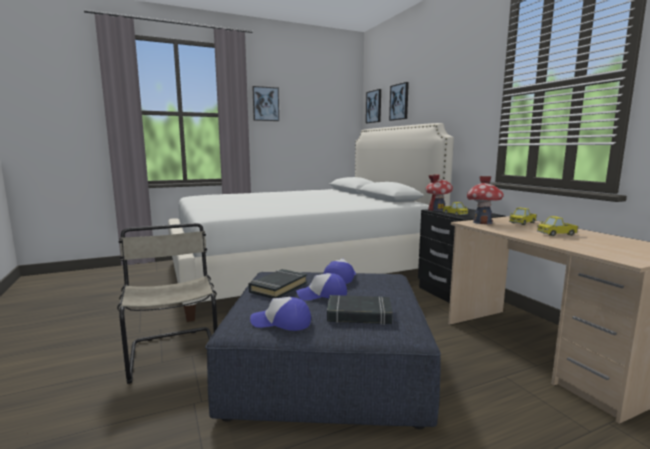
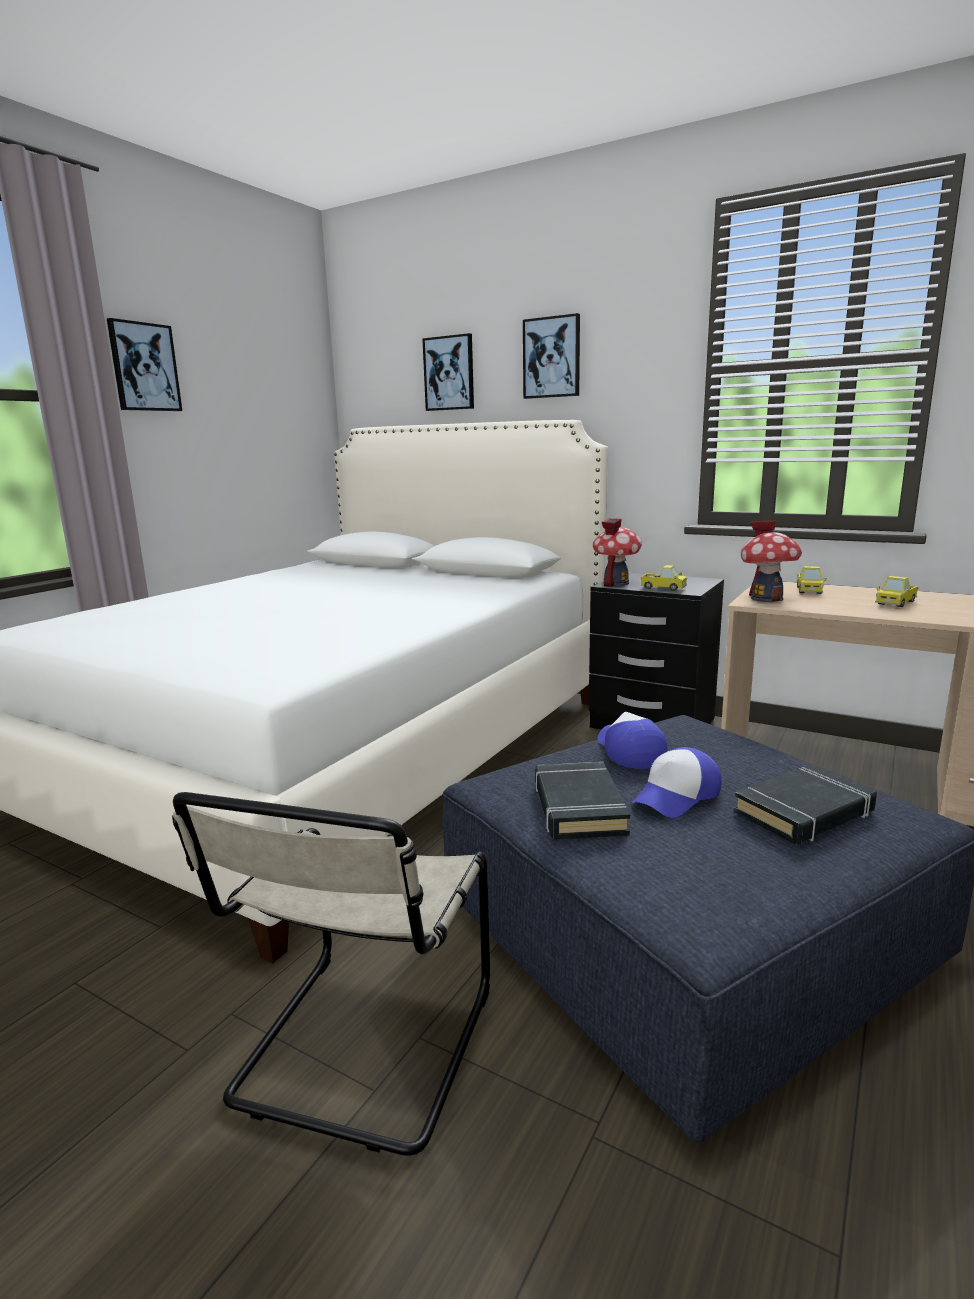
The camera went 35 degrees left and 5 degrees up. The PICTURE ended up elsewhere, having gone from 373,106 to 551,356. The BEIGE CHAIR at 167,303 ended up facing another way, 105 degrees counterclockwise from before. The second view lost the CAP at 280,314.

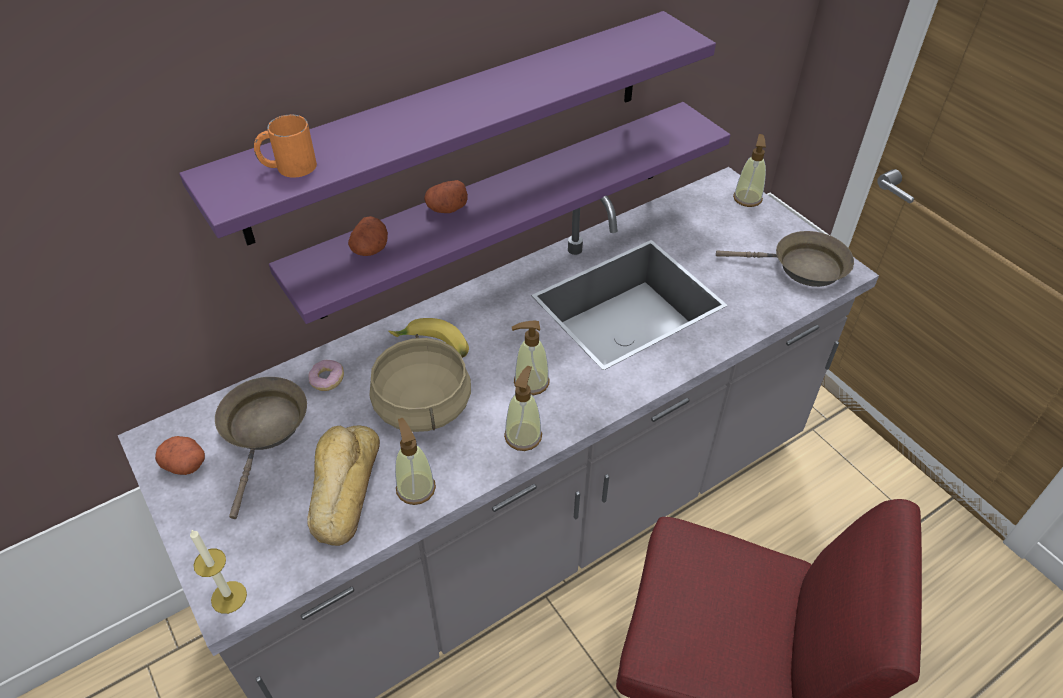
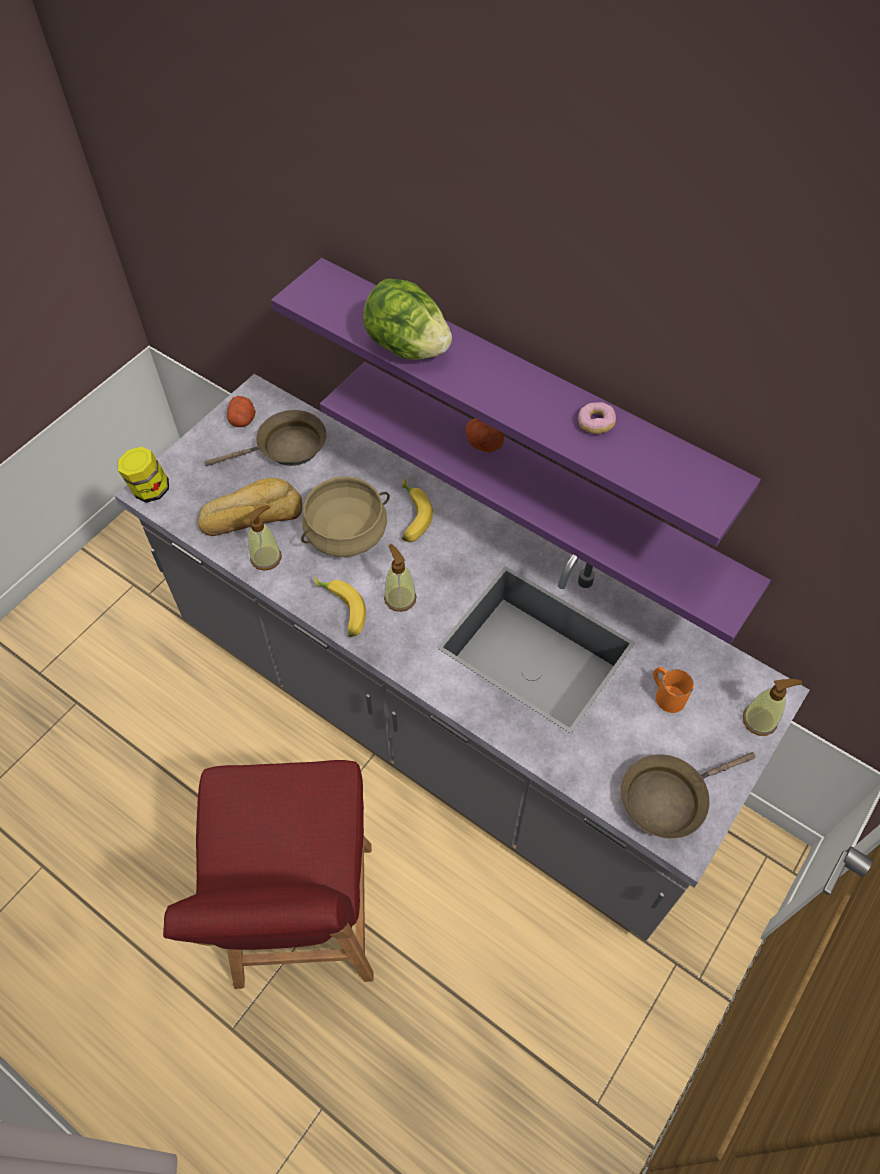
The camera went 70 degrees right and 10 degrees up. The ORANGE MUG ended up elsewhere, having gone from 285,146 to 673,690. The second view lost the POTATO at 368,236. The BROWN FRYING PAN at 785,259 ended up facing another way, 75 degrees clockwise from before. The DONUT ended up elsewhere, having gone from 326,375 to 597,418. Where the SOAP DISPENSER stood at 523,408, the BANANA came to stand at 340,606. Where the CANDLE stood at 218,571, the JAR came to stand at 143,474. The second view gained the LETTUCE at 407,319.

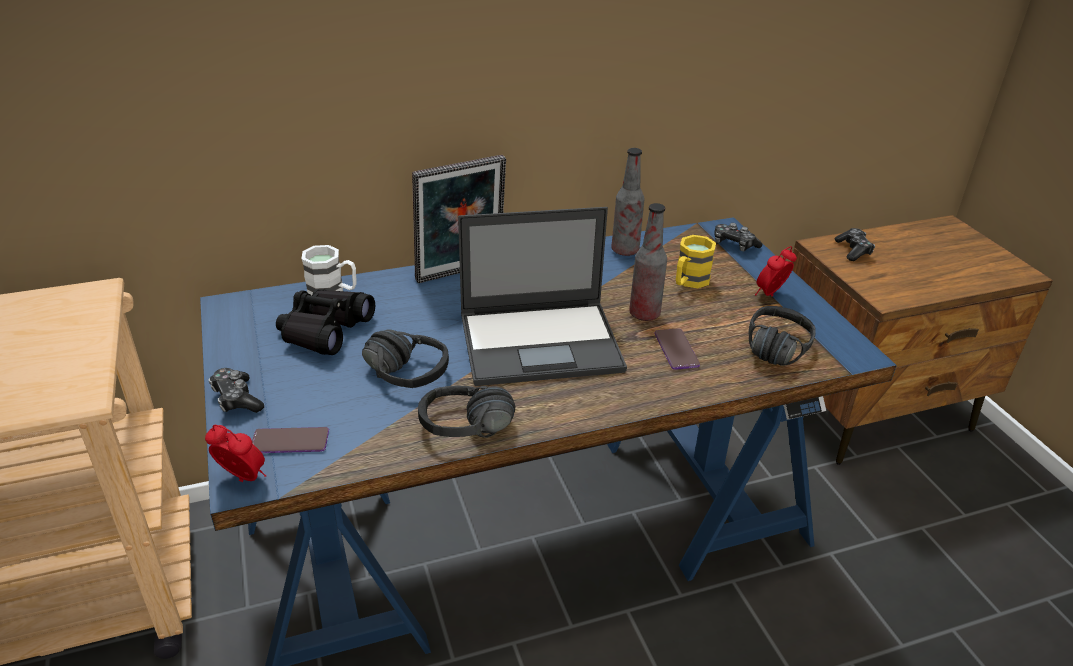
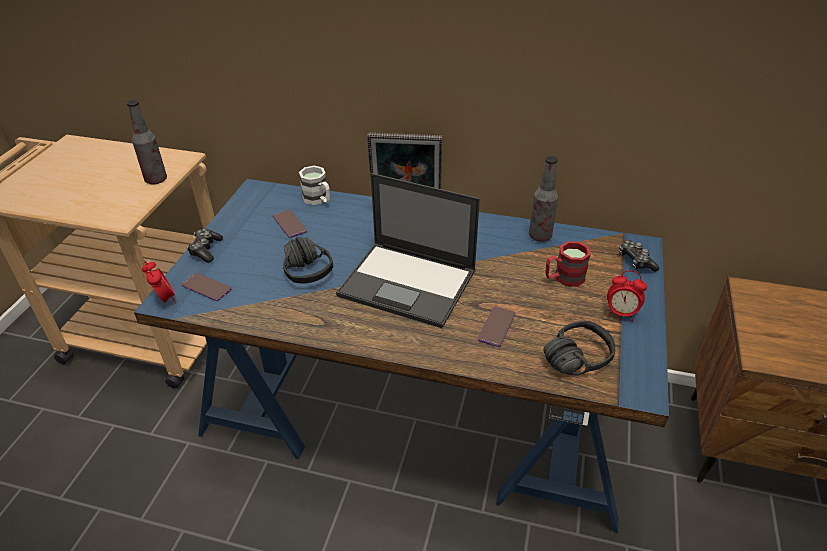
The camera went 35 degrees right and 5 degrees up. The BOTTLE ended up elsewhere, having gone from 648,262 to 147,142. The second view lost the GAME CONTROLLER at 854,244. What was the YELLOW MUG at 695,261 turned into the RED MUG at 568,264. The ALARM CLOCK at 776,271 ended up facing another way, 150 degrees counterclockwise from before. Where the BLACK BINOCULARS stood at 325,322, the PHONE came to stand at 290,224. The second view lost the BLACK HEADPHONES at 467,412.

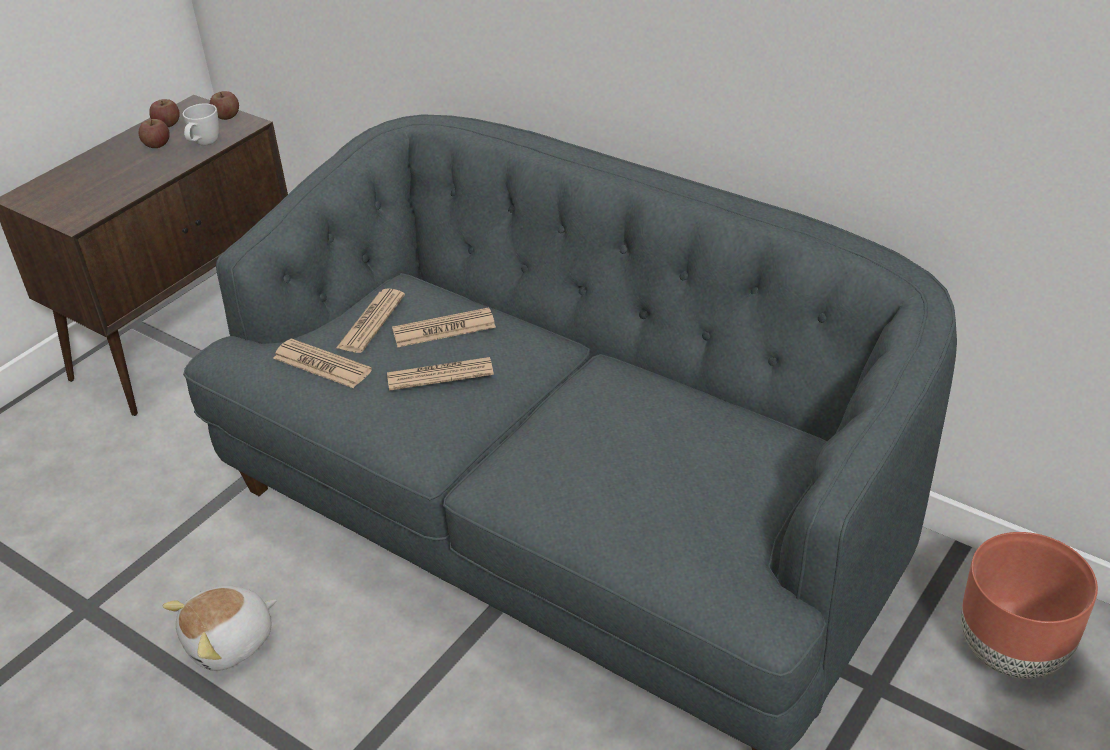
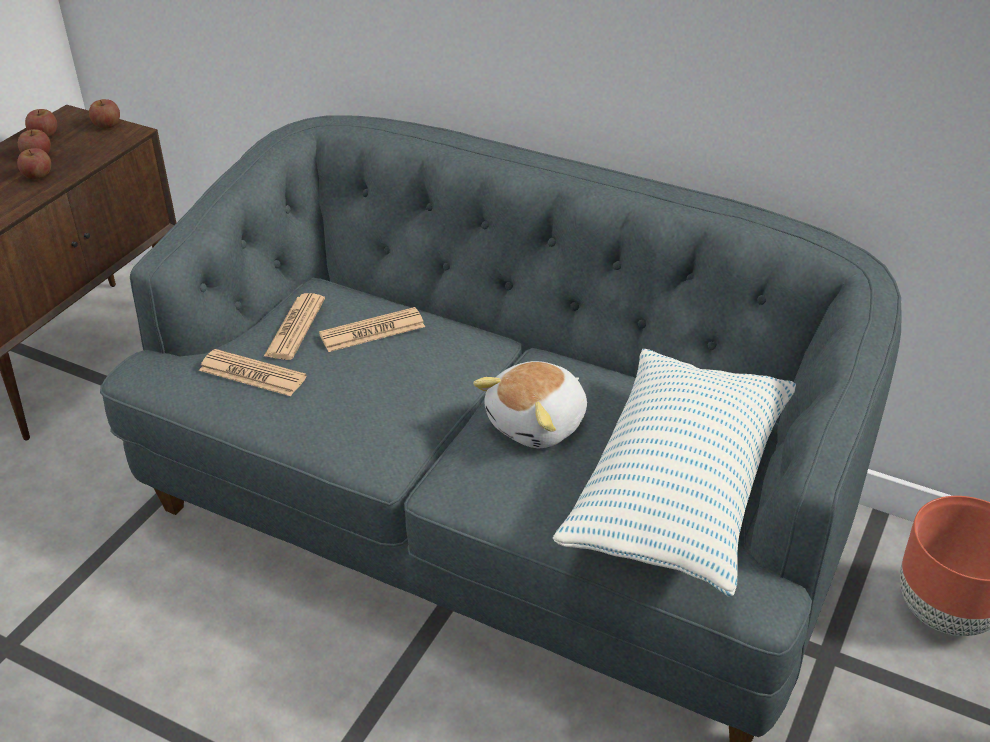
The camera went 10 degrees left and 0 degrees up. The second view lost the WHITE MUG at 201,125. The second view lost the NEWSPAPER at 440,374. The PLUSH TOY ended up elsewhere, having gone from 220,628 to 530,404. The second view gained the APPLE at 34,164. The second view gained the PILLOW at 674,472.

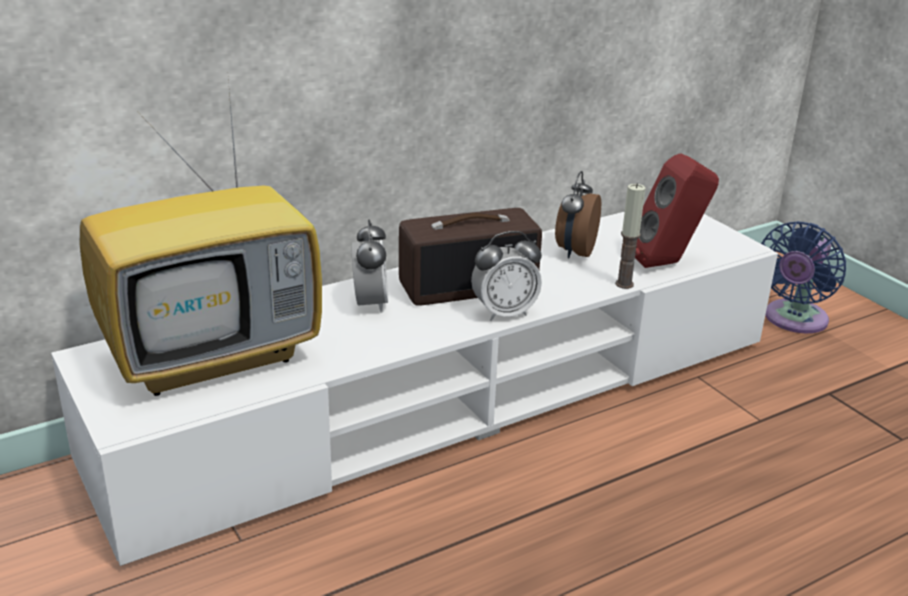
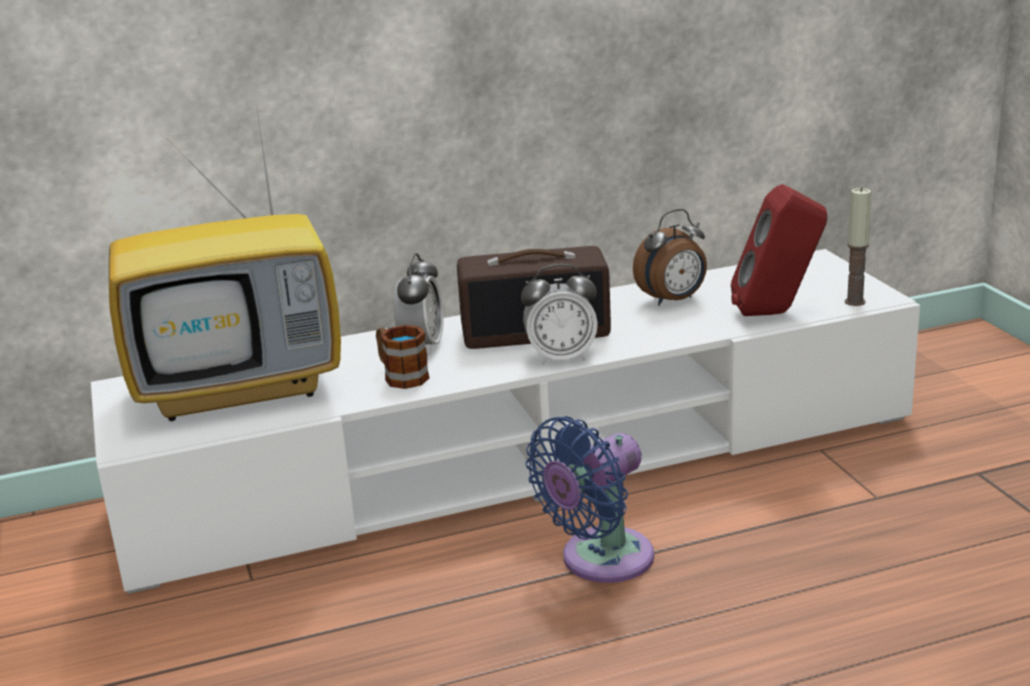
The camera went 15 degrees right and 5 degrees down. The ALARM CLOCK at 578,214 ended up facing another way, 150 degrees counterclockwise from before. The CANDLE ended up elsewhere, having gone from 630,236 to 858,246. The BLUE FAN ended up elsewhere, having gone from 803,277 to 590,499. The second view gained the MUG at 402,357.

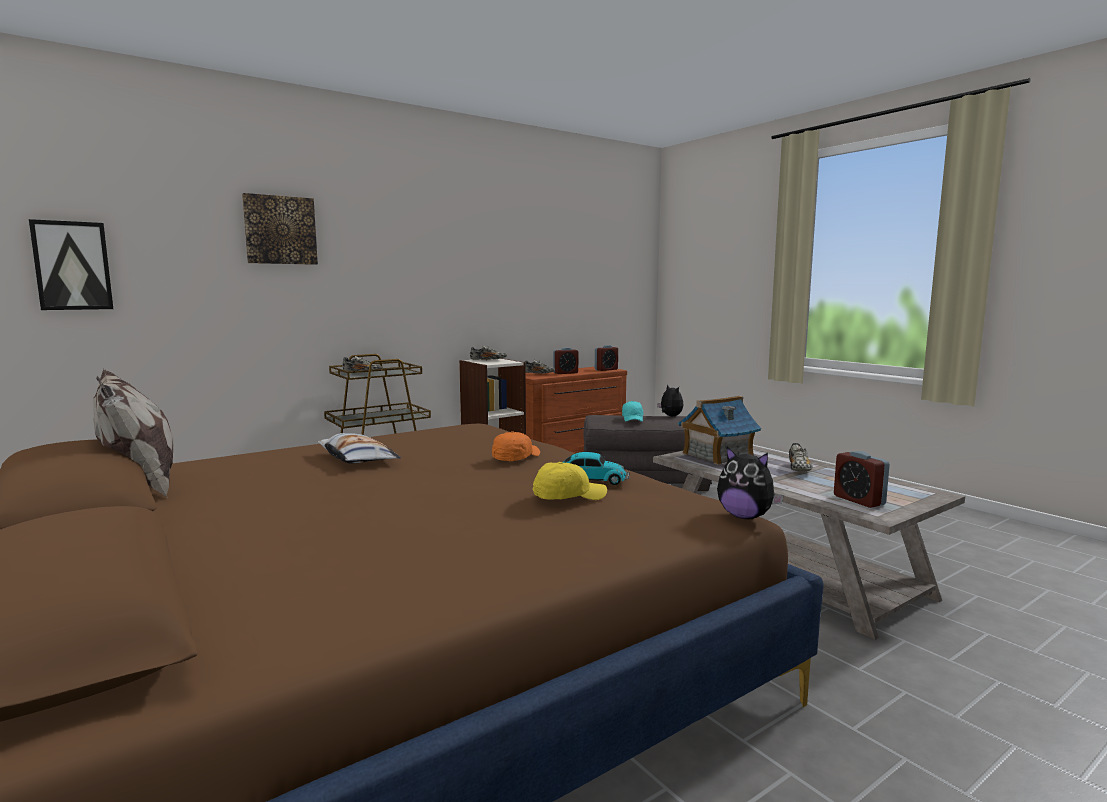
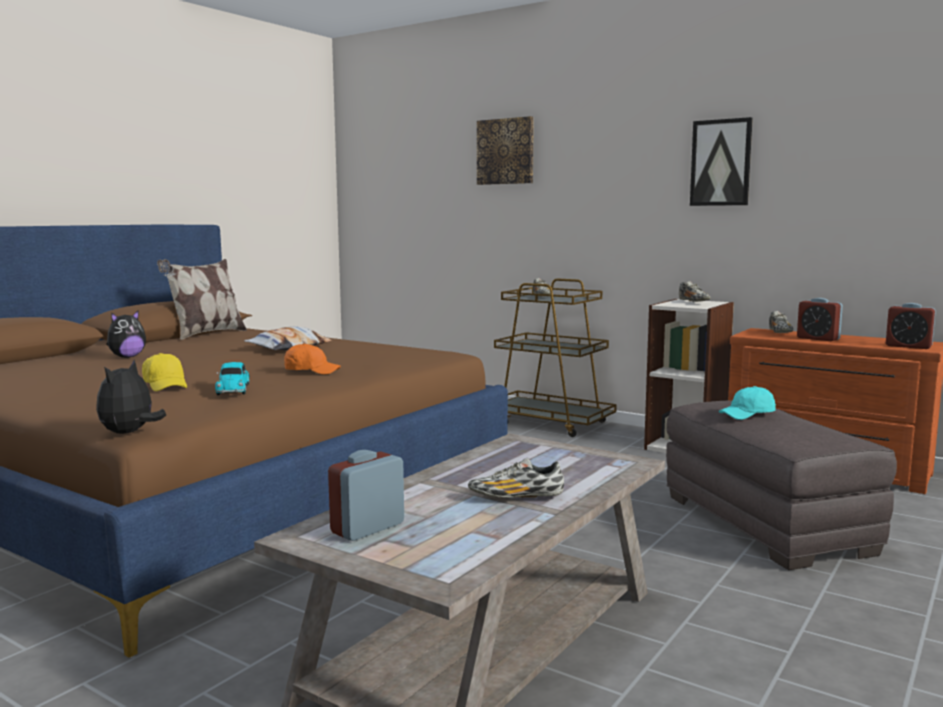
The camera went 70 degrees right and 0 degrees up. The PICTURE ended up elsewhere, having gone from 71,264 to 721,161. The PLUSH TOY ended up elsewhere, having gone from 670,400 to 126,334. The second view lost the TOY HOUSE at 719,430.

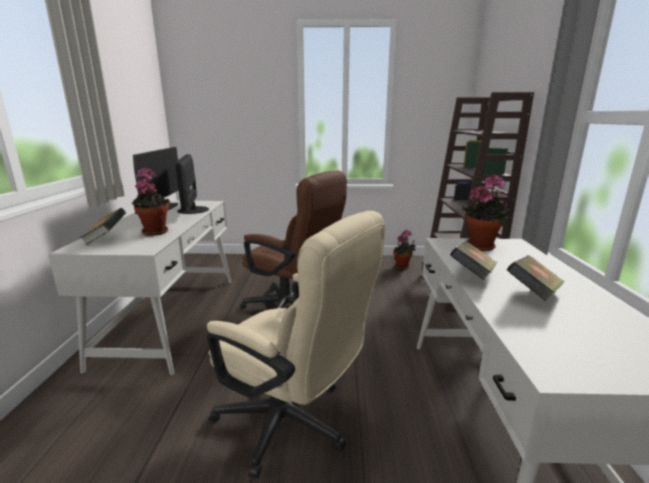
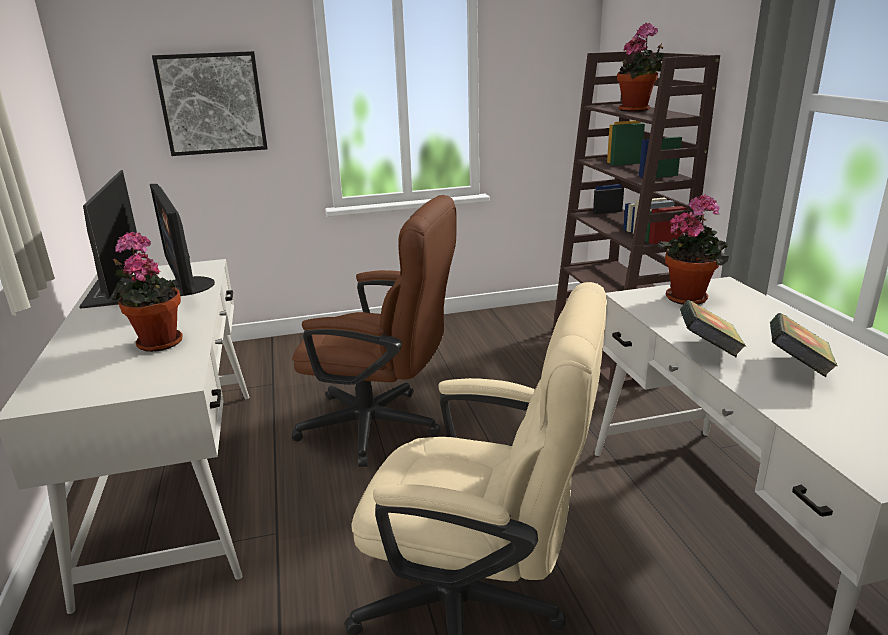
The camera went 15 degrees left and 5 degrees up. The second view lost the BOOK at 102,226. The POTTED PLANT ended up elsewhere, having gone from 404,250 to 641,67. The second view gained the PICTURE at 210,103.

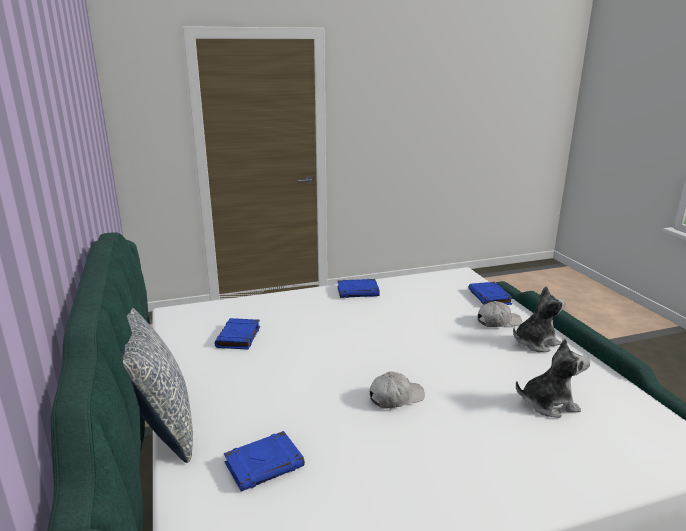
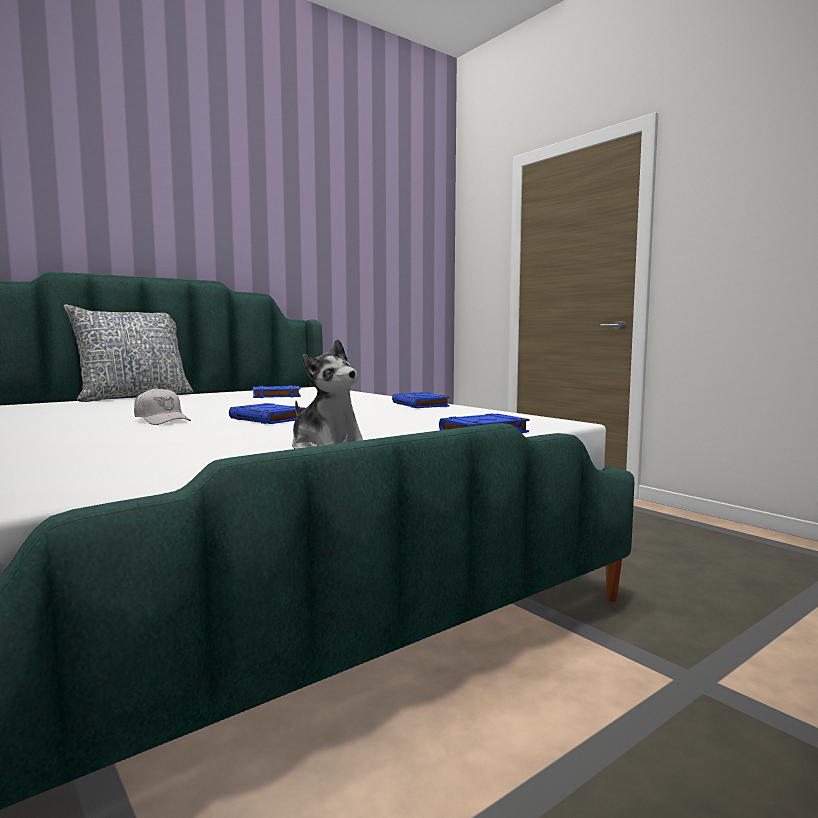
The camera went 70 degrees right and 15 degrees down. The second view lost the WHITE CAP at 500,314. The second view lost the PLUSH TOY at 553,378. The BLUE BOOK ended up elsewhere, having gone from 264,461 to 267,413.

